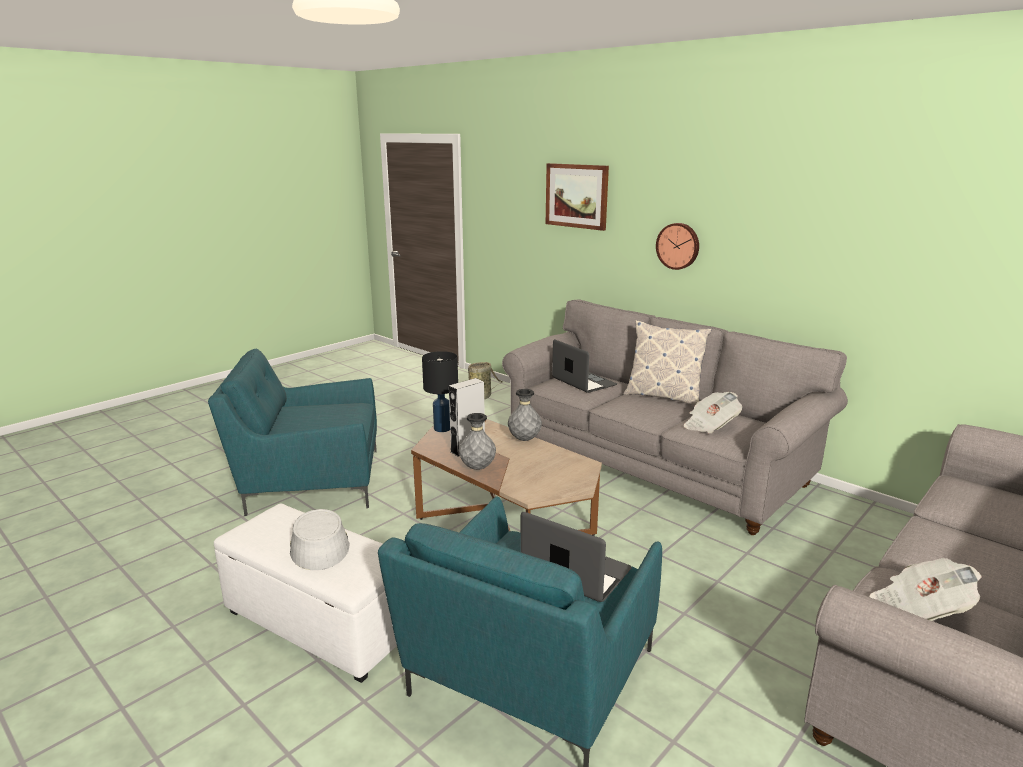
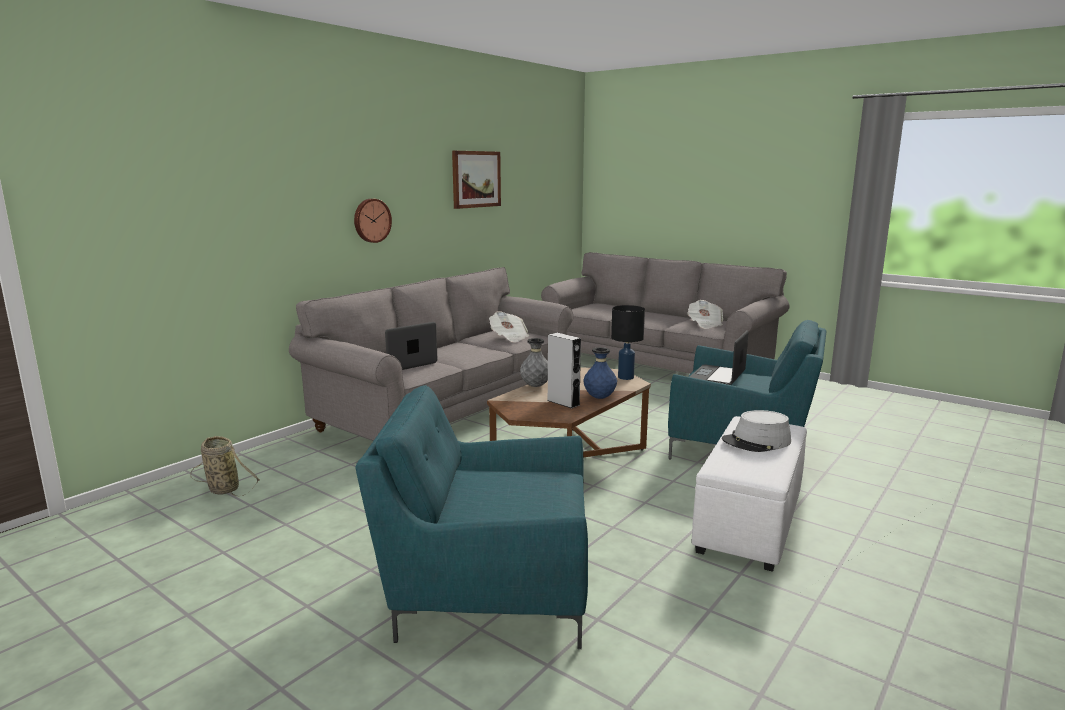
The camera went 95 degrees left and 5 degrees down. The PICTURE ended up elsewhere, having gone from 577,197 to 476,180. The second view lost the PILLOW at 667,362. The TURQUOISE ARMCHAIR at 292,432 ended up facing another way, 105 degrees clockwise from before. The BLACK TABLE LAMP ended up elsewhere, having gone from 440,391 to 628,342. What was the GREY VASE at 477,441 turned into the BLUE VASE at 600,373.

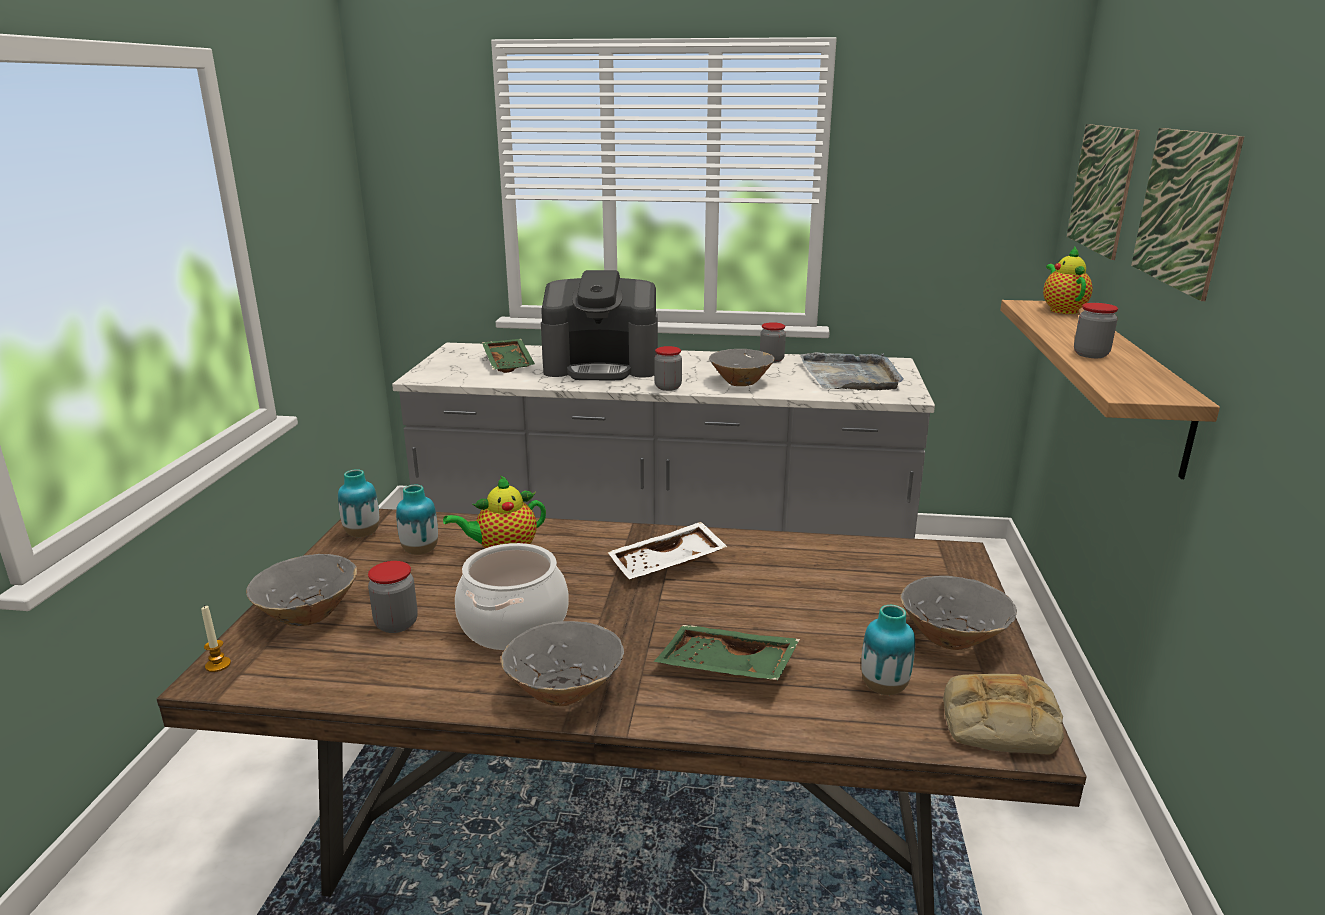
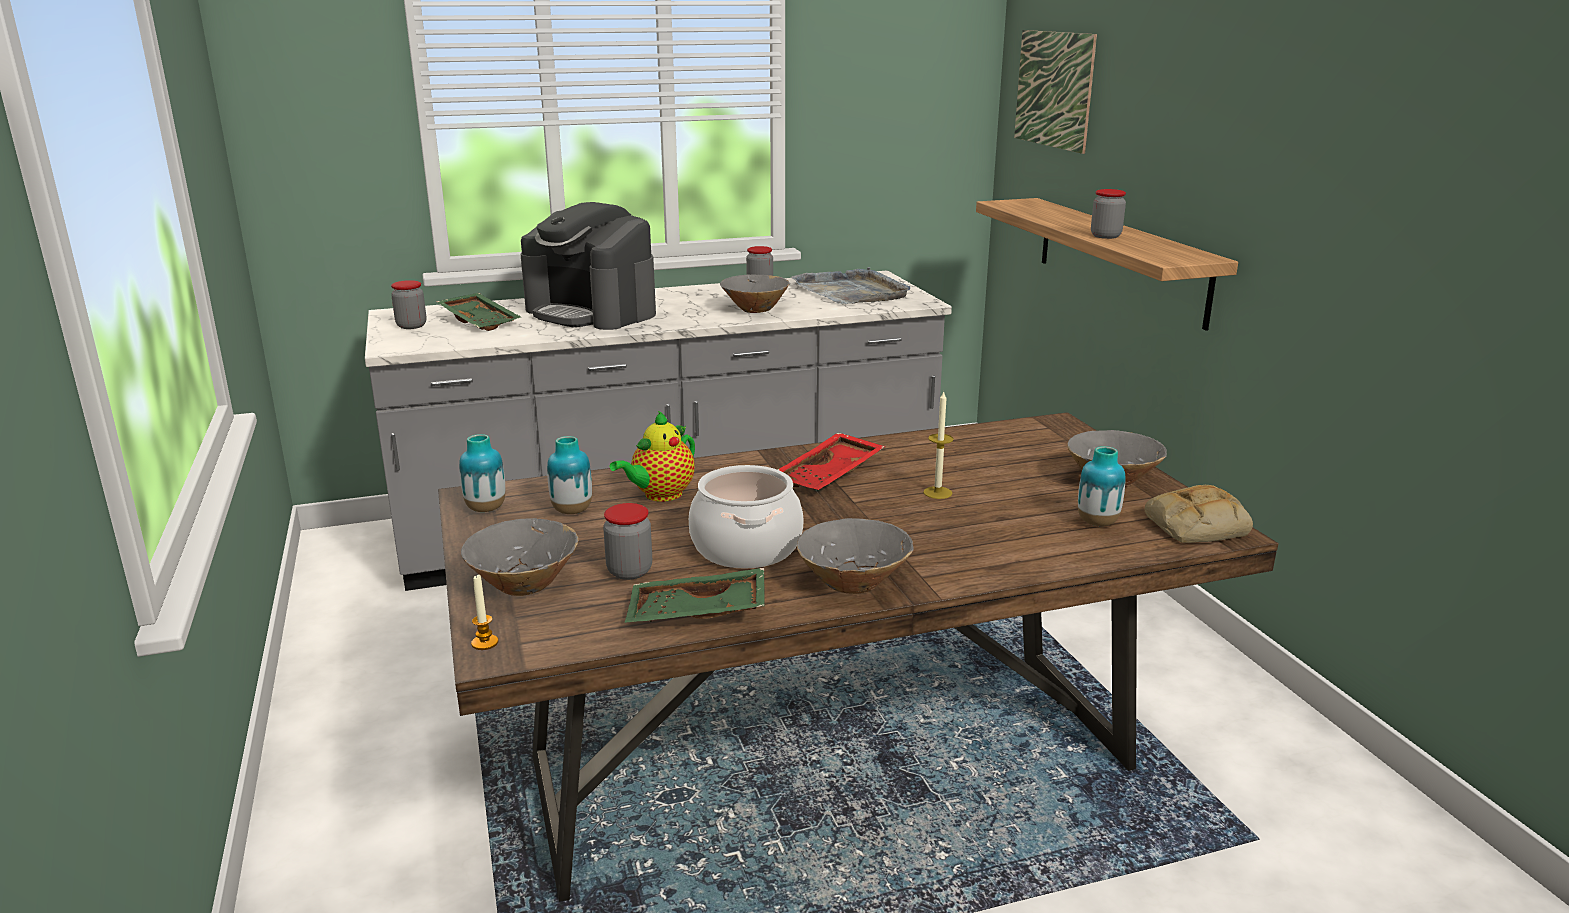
The camera went 25 degrees left and 0 degrees up. The second view lost the PICTURE at 1187,214. The second view lost the TEAPOT at 1068,280. The COFFEE MACHINE at 599,325 ended up facing another way, 60 degrees clockwise from before. The JAR ended up elsewhere, having gone from 668,368 to 408,304. What was the WHITE TRAY at 667,550 turned into the RED TRAY at 832,461. The GREEN TRAY ended up elsewhere, having gone from 727,652 to 694,595. The second view gained the CANDLE at 938,444.

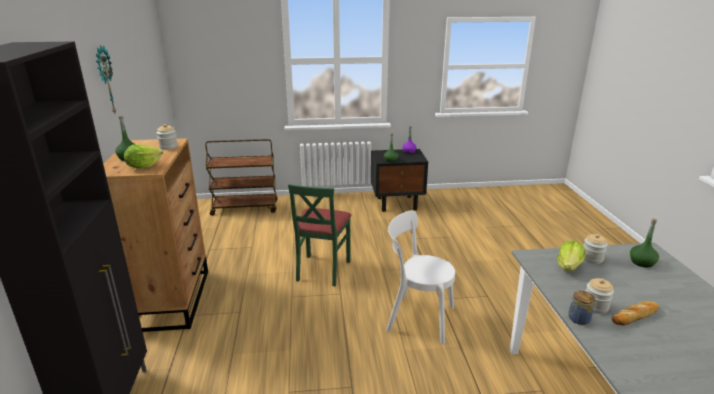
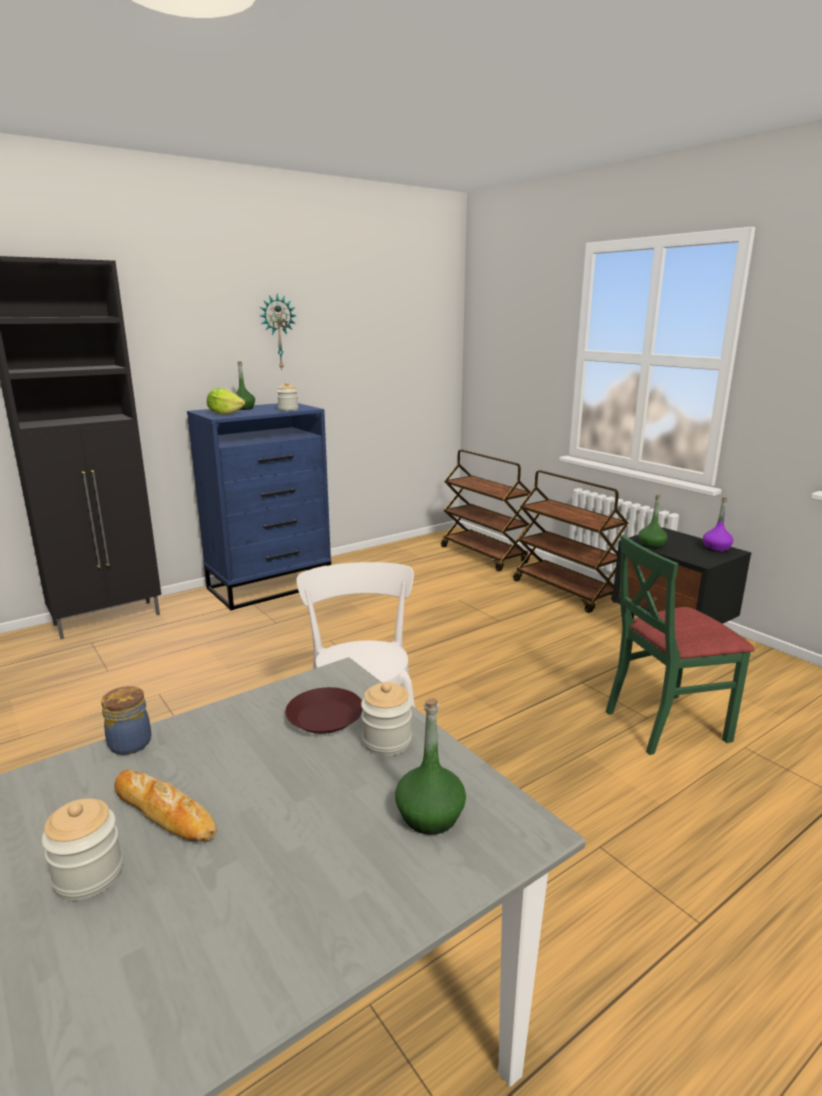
The camera went 60 degrees right and 5 degrees down. What was the BROWN DRESSER at 155,235 turned into the BLUE DRESSER at 259,506. The GREEN CHAIR ended up elsewhere, having gone from 320,235 to 680,645. Where the LETTUCE stood at 571,256, the BROWN PLATE came to stand at 324,710. The JAR ended up elsewhere, having gone from 600,296 to 82,849. The second view gained the BROWN CART at 570,541.

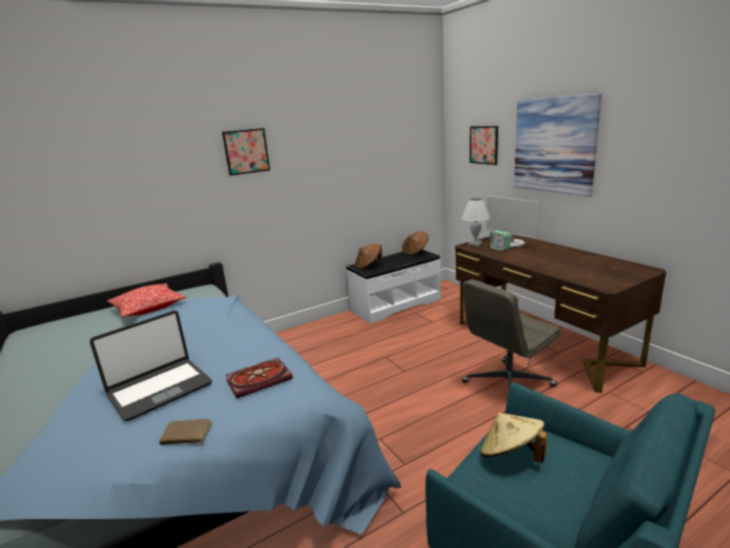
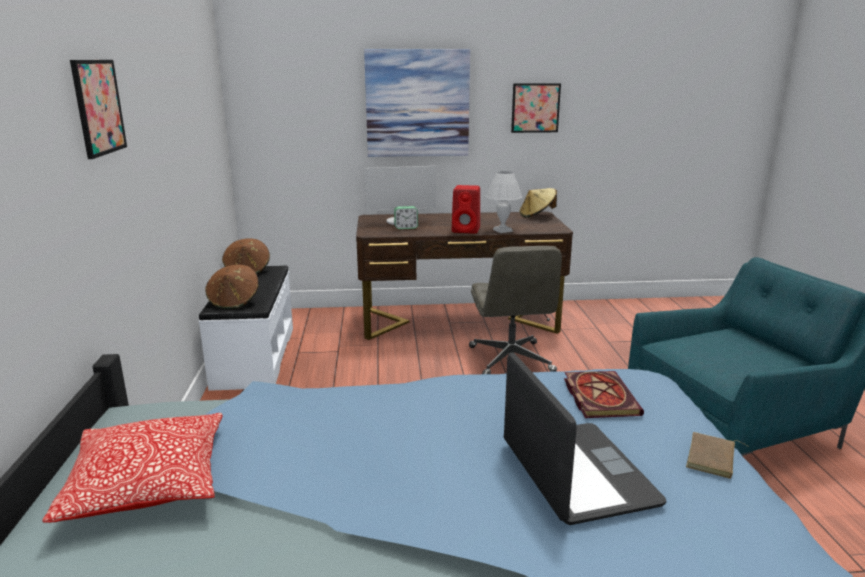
The camera went 65 degrees left and 0 degrees up. The PICTURE ended up elsewhere, having gone from 484,145 to 536,108. The WHITE TABLE LAMP ended up elsewhere, having gone from 476,222 to 504,202. The BEIGE HAT ended up elsewhere, having gone from 514,437 to 538,203. The second view gained the RED SPEAKER at 466,209.

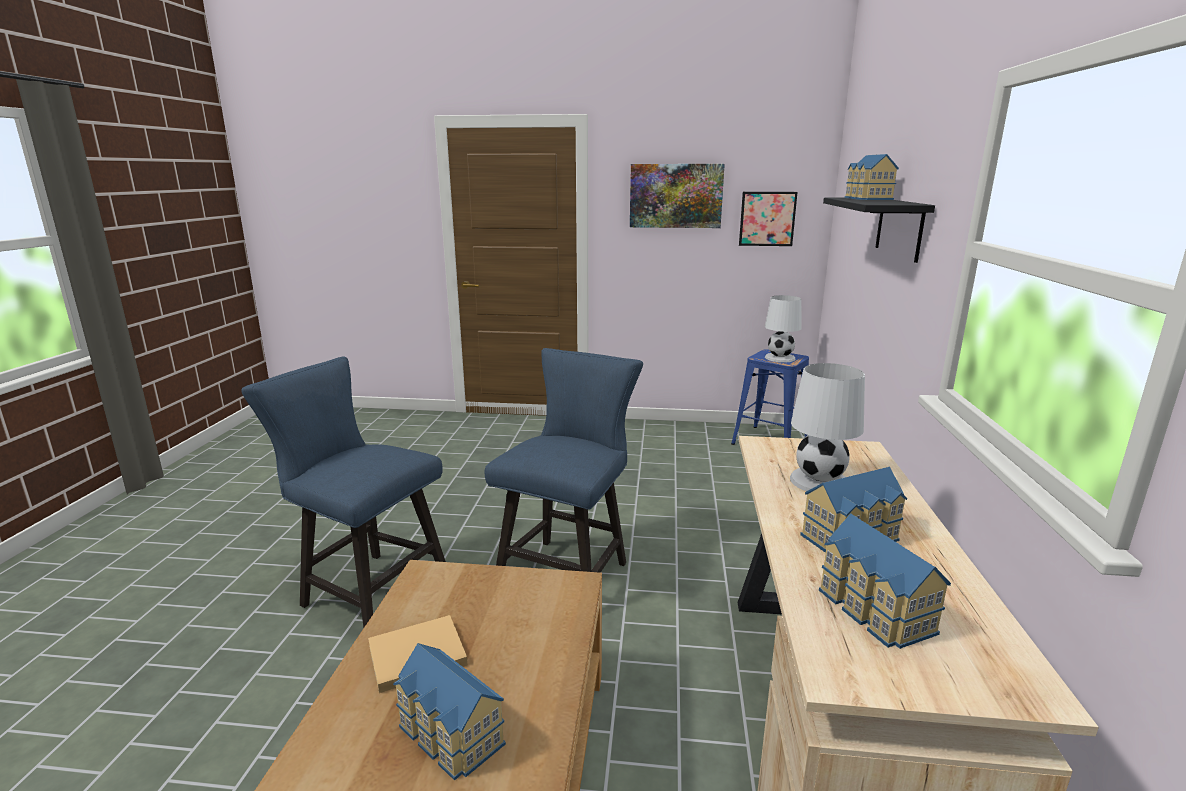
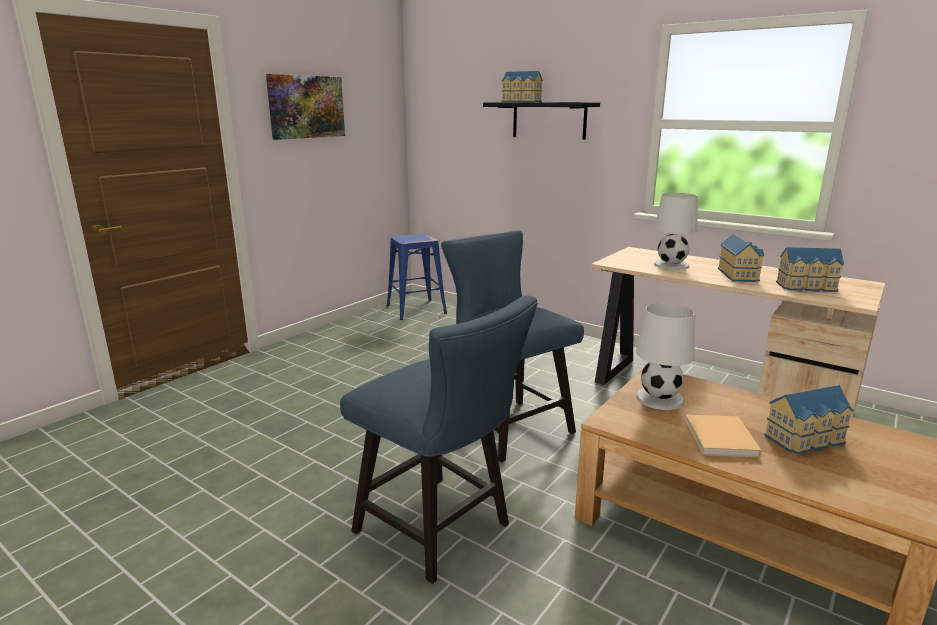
The camera went 60 degrees left and 0 degrees up. The second view lost the PICTURE at 768,219. The WHITE TABLE LAMP ended up elsewhere, having gone from 783,328 to 665,356. The BLUE CHAIR at 343,492 ended up facing another way, 105 degrees counterclockwise from before.

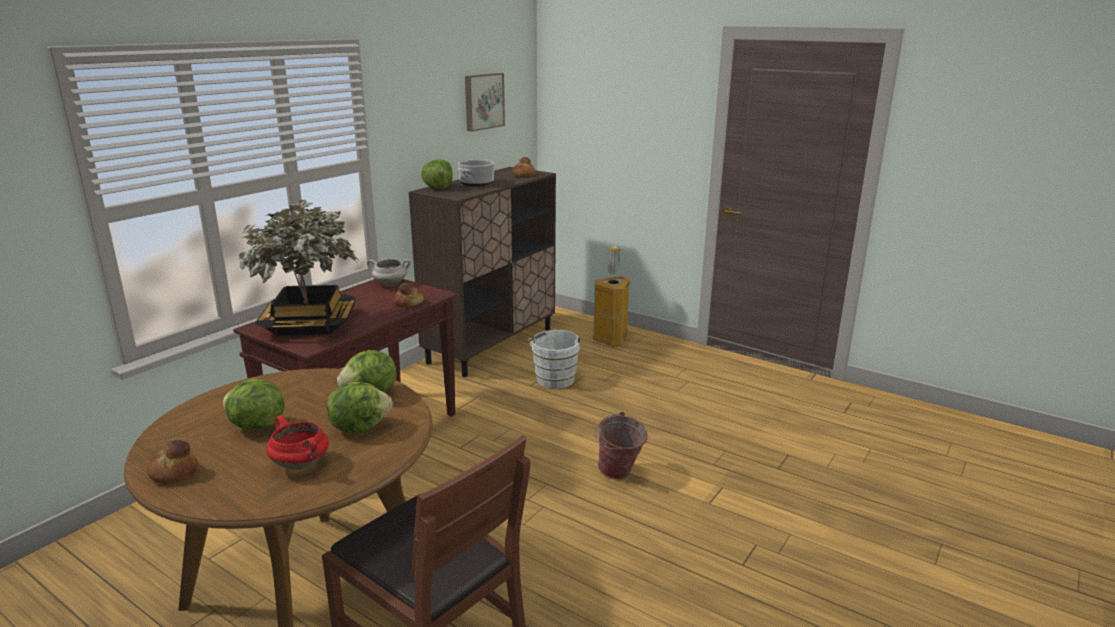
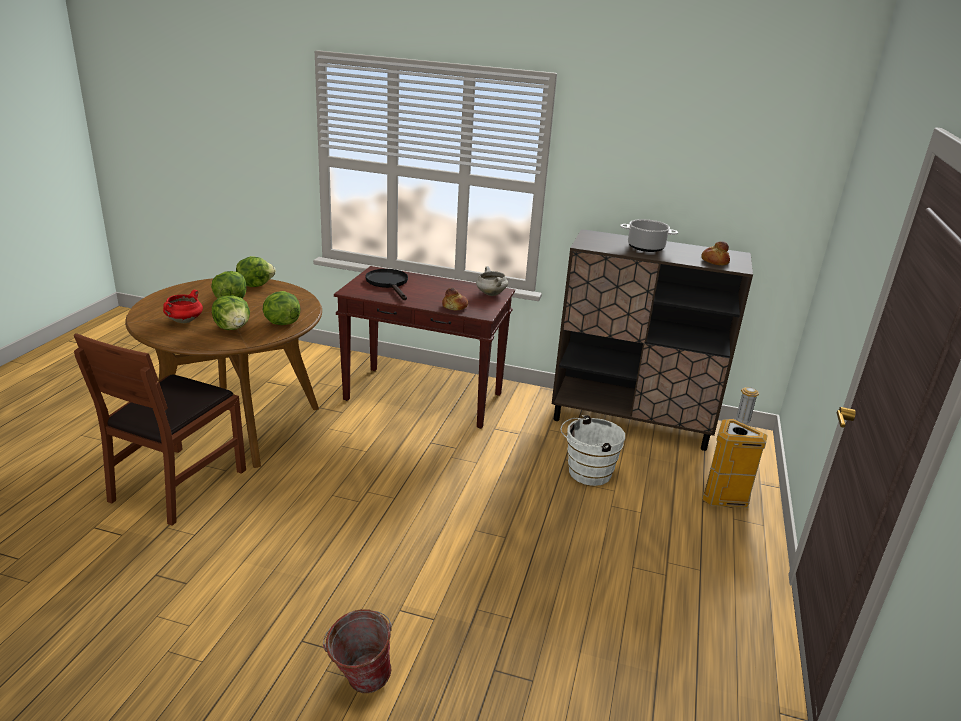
The camera went 70 degrees right and 5 degrees up. The second view lost the PICTURE at 485,102. The LETTUCE ended up elsewhere, having gone from 437,174 to 256,271. Where the POTTED PLANT stood at 298,268, the BLACK FRYING PAN came to stand at 387,284. The BUCKET ended up elsewhere, having gone from 620,445 to 357,651. The second view lost the BREAD at 172,462.

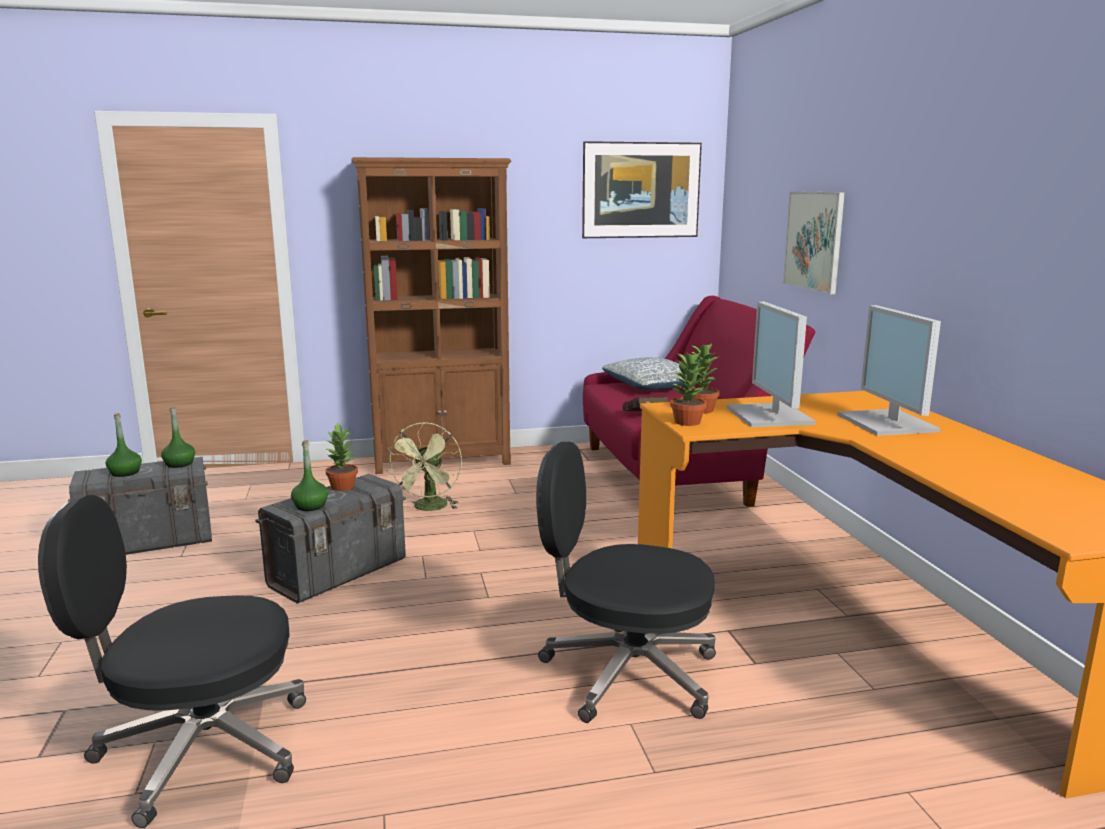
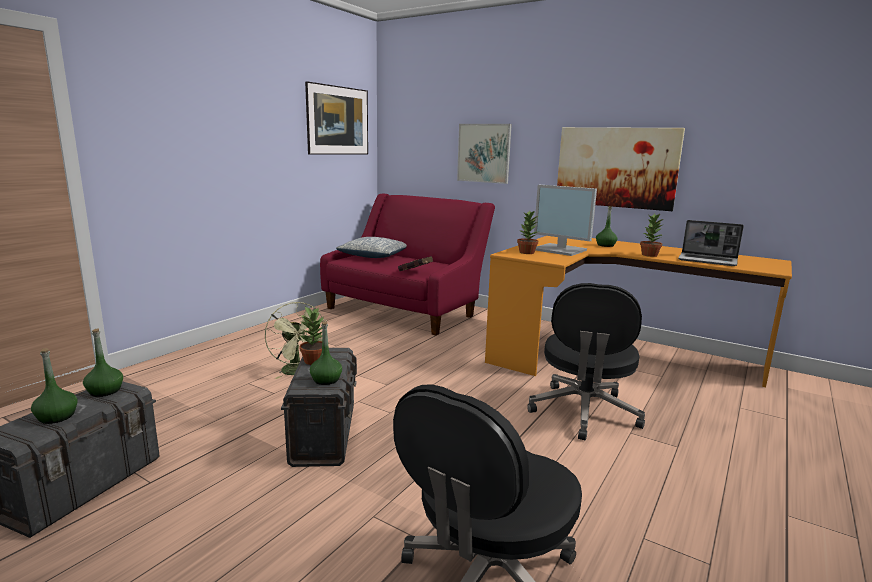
The camera went 45 degrees left and 0 degrees up. The second view lost the BROWN BOOKCASE at 431,315. Where the MONITOR stood at 889,370, the GREEN BOTTLE came to stand at 606,226. The POTTED PLANT ended up elsewhere, having gone from 688,389 to 652,235. The BLACK OFFICE CHAIR at 626,582 ended up facing another way, 45 degrees counterclockwise from before. The second view gained the PICTURE at 621,169. The second view gained the LAPTOP at 711,243.

